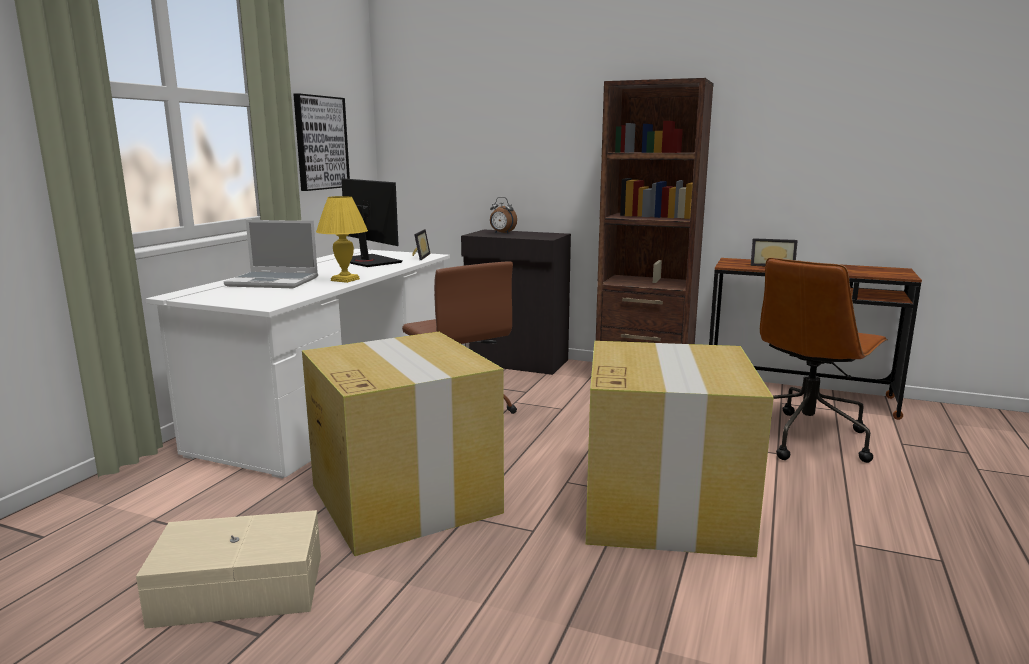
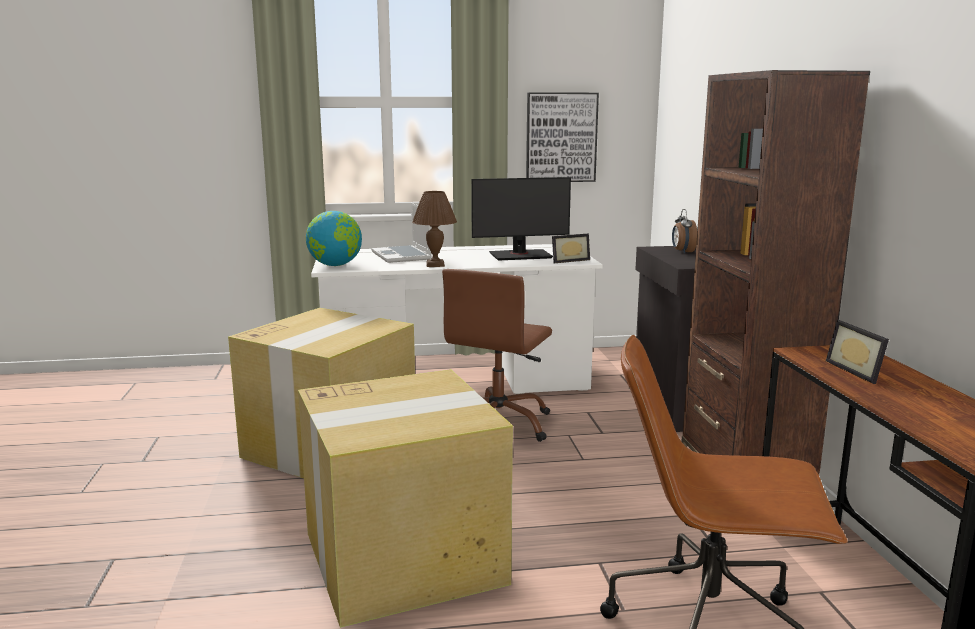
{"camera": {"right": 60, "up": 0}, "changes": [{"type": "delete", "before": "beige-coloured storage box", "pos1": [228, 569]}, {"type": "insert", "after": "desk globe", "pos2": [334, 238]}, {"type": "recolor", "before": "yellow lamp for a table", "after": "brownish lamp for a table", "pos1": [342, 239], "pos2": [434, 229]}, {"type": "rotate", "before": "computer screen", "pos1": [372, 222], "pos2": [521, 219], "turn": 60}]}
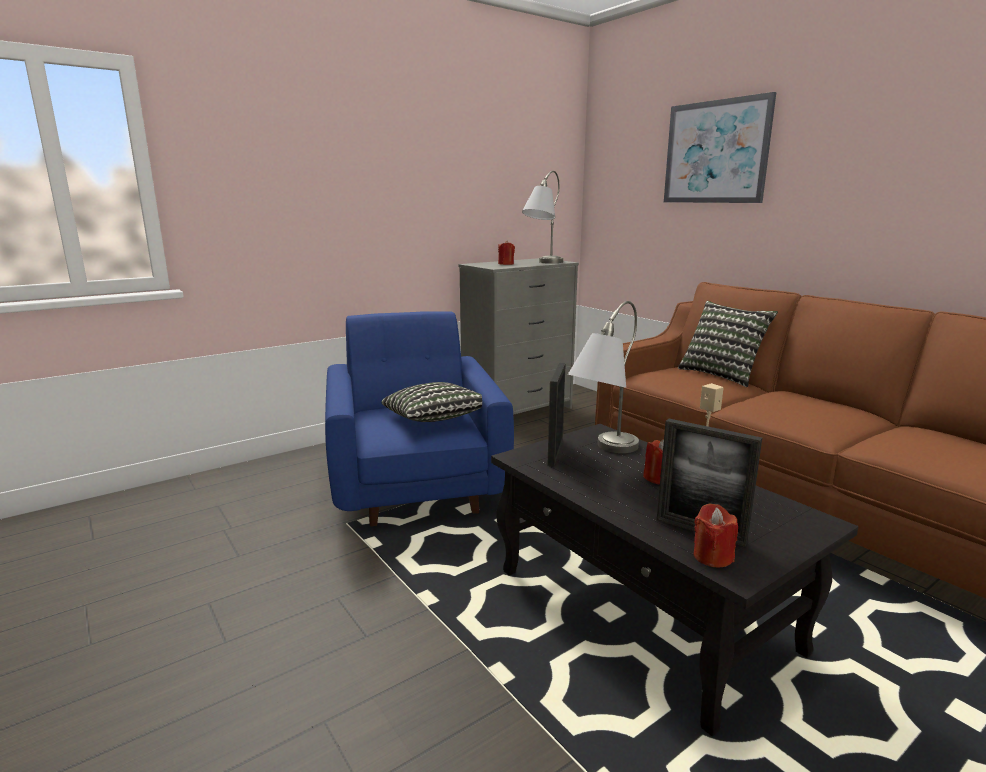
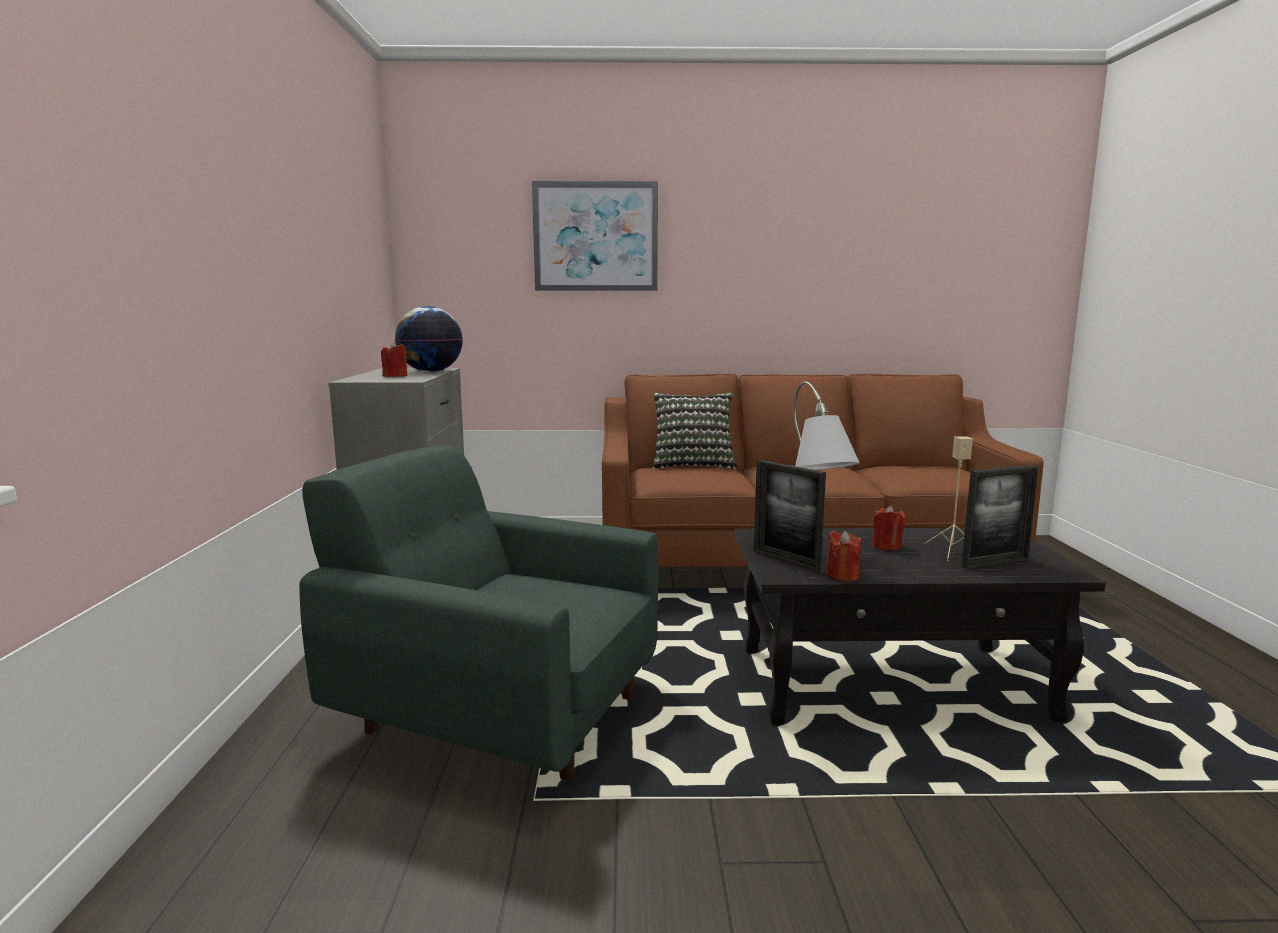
{"camera": {"right": -55, "up": -5}, "changes": [{"type": "delete", "before": "cushion", "pos1": [431, 402]}, {"type": "move", "before": "red wax light", "pos1": [716, 535], "pos2": [843, 556]}, {"type": "replace", "before": "grey lamp for a table", "after": "desk globe", "pos1": [542, 217], "pos2": [429, 339]}, {"type": "recolor", "before": "blue-coloured armchair", "after": "green-coloured armchair", "pos1": [419, 419], "pos2": [478, 613]}]}
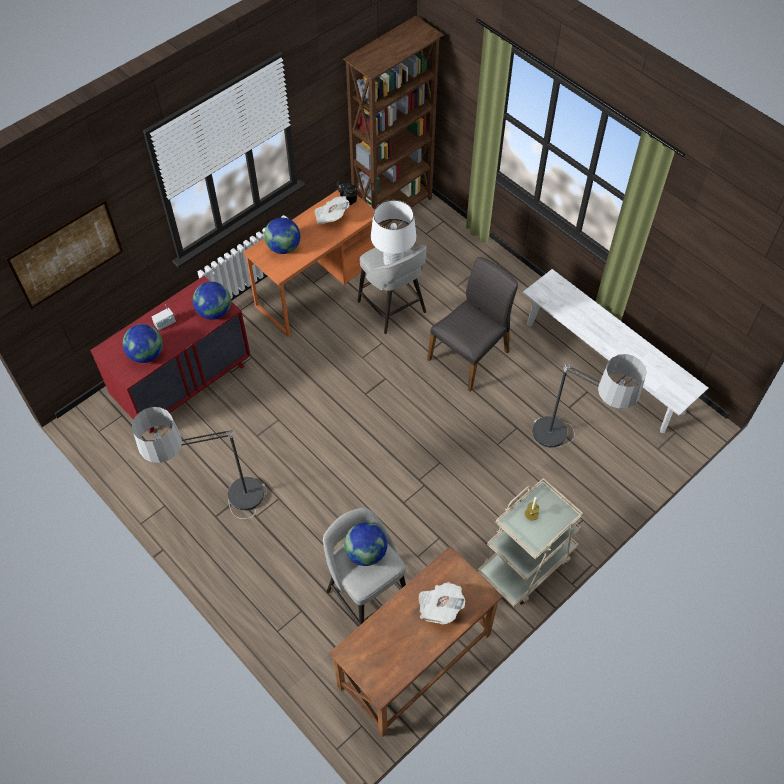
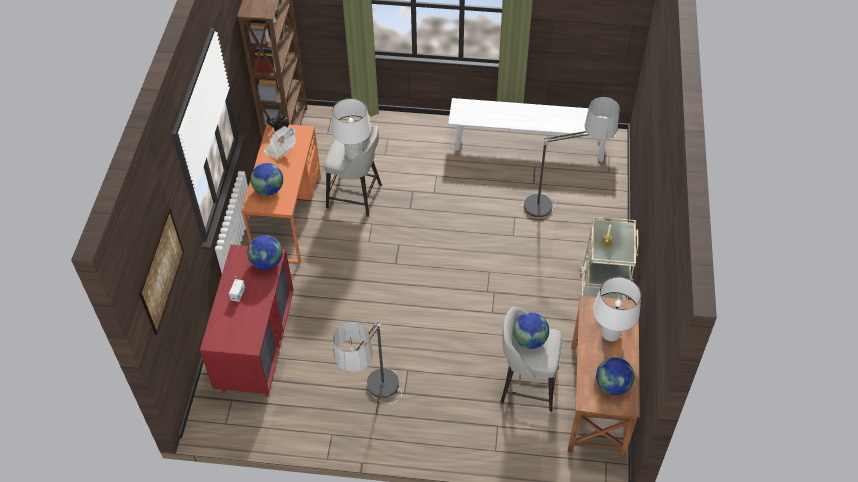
{"camera": {"right": -40, "up": -5}, "changes": [{"type": "delete", "before": "grey chair", "pos1": [472, 324]}, {"type": "move", "before": "desk globe", "pos1": [143, 343], "pos2": [615, 376]}, {"type": "replace", "before": "daily paper", "after": "whitish lamp for a table", "pos1": [442, 603], "pos2": [617, 309]}]}
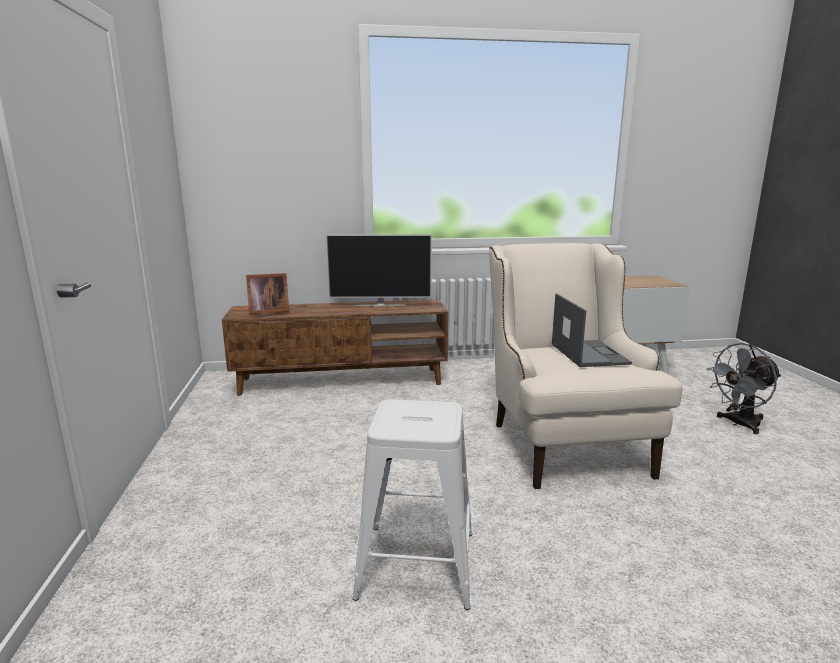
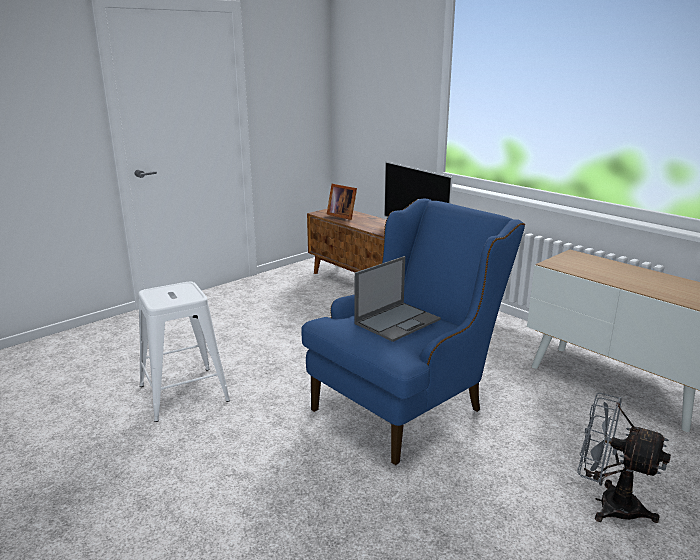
{"camera": {"right": 55, "up": 5}, "changes": [{"type": "recolor", "before": "beige-coloured armchair", "after": "blue-coloured armchair", "pos1": [586, 366], "pos2": [413, 332]}]}
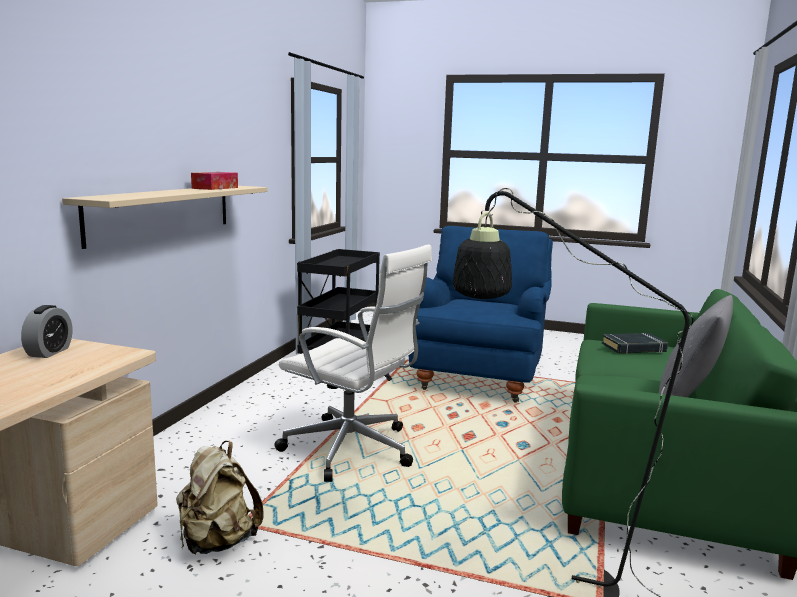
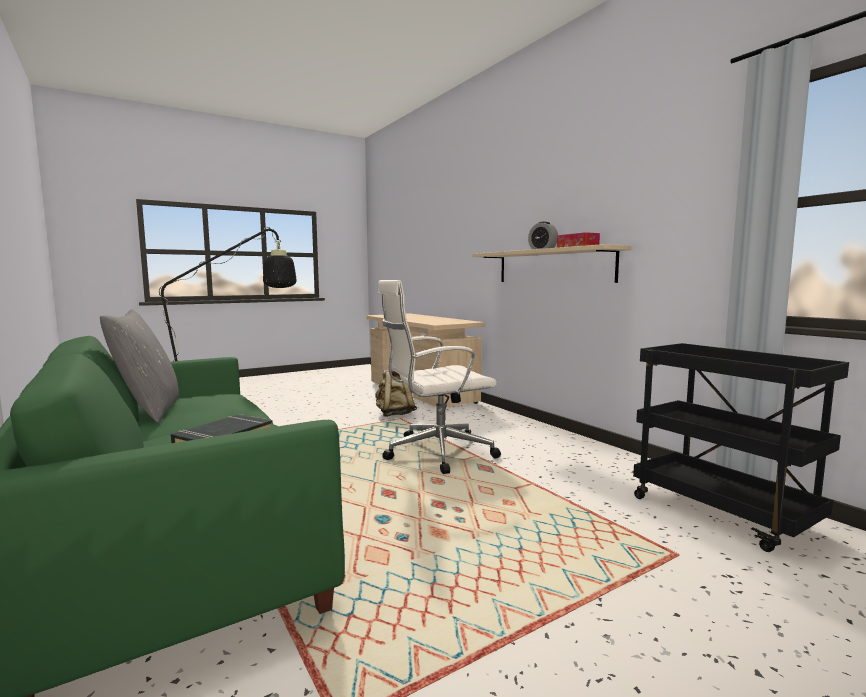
{"camera": {"right": 130, "up": -5}, "changes": [{"type": "delete", "before": "blue-coloured armchair", "pos1": [480, 314]}, {"type": "move", "before": "bedside clock", "pos1": [46, 331], "pos2": [543, 235]}]}
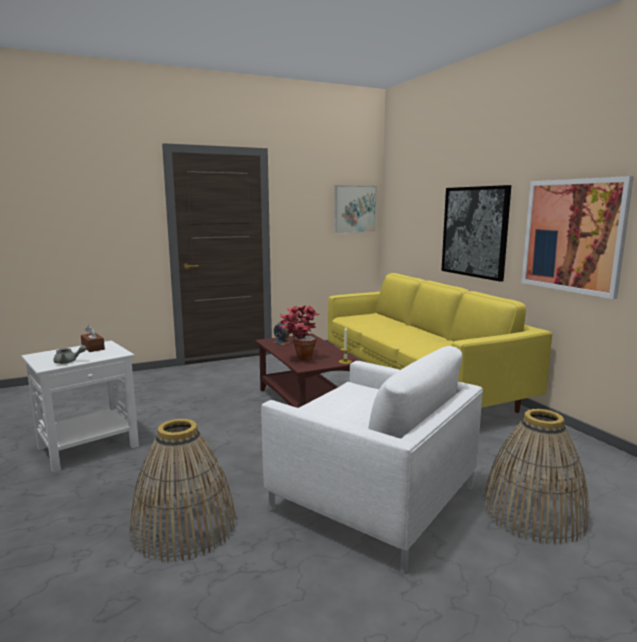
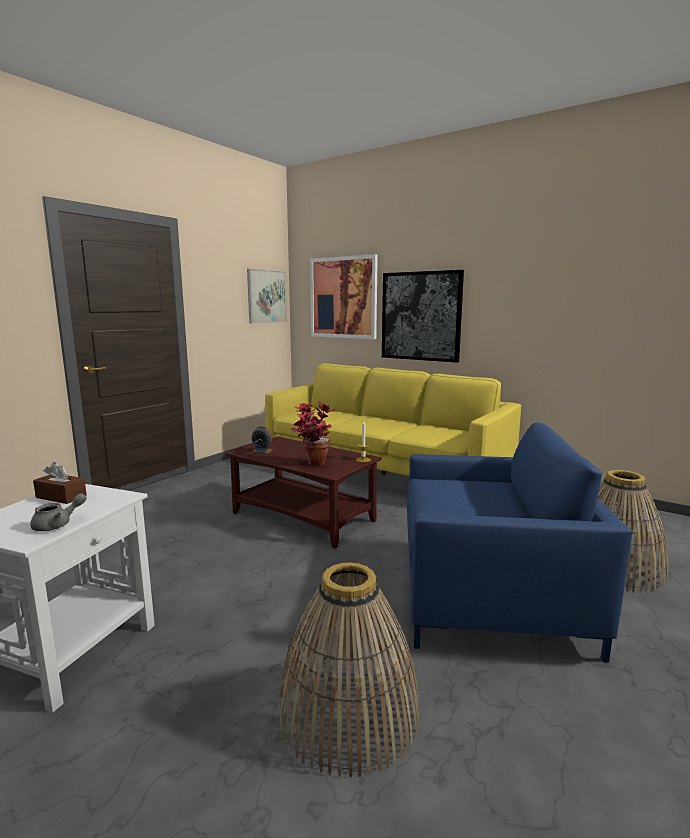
{"camera": {"right": -30, "up": 0}, "changes": [{"type": "move", "before": "picture", "pos1": [577, 237], "pos2": [344, 296]}, {"type": "recolor", "before": "whitish armchair", "after": "blue-coloured armchair", "pos1": [372, 459], "pos2": [520, 542]}]}
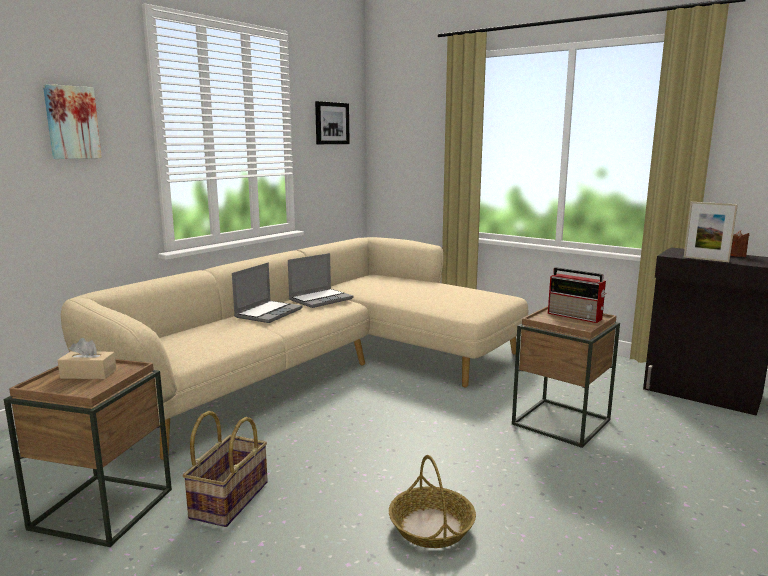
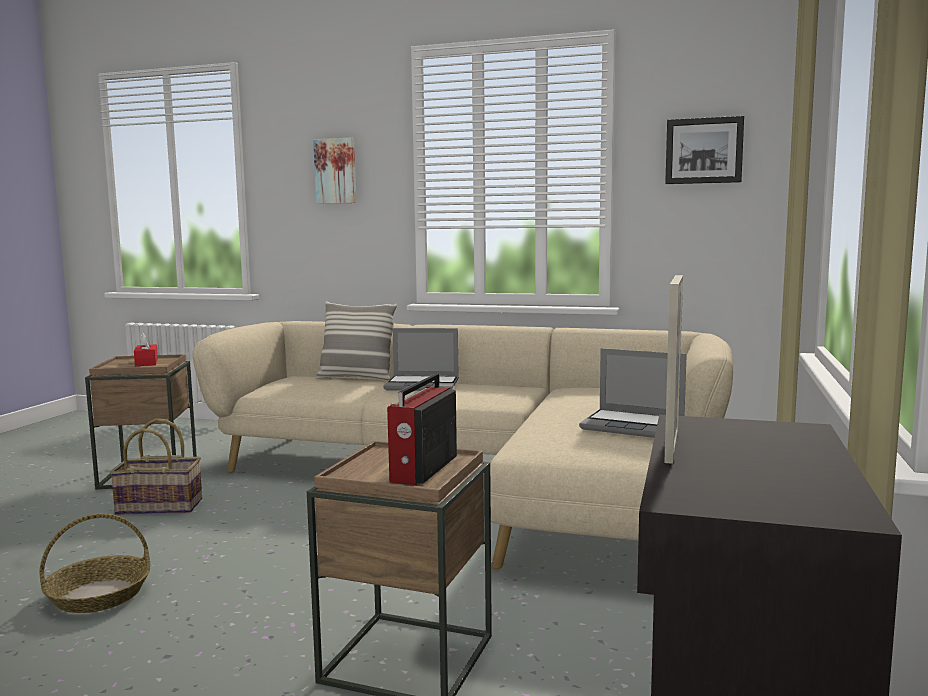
{"camera": {"right": 70, "up": -5}, "changes": [{"type": "delete", "before": "brownish wax light", "pos1": [739, 243]}, {"type": "insert", "after": "cushion", "pos2": [356, 340]}, {"type": "move", "before": "notebook computer", "pos1": [320, 280], "pos2": [633, 393]}, {"type": "recolor", "before": "beige-coloured box of tissues", "after": "red box of tissues", "pos1": [87, 358], "pos2": [146, 349]}]}
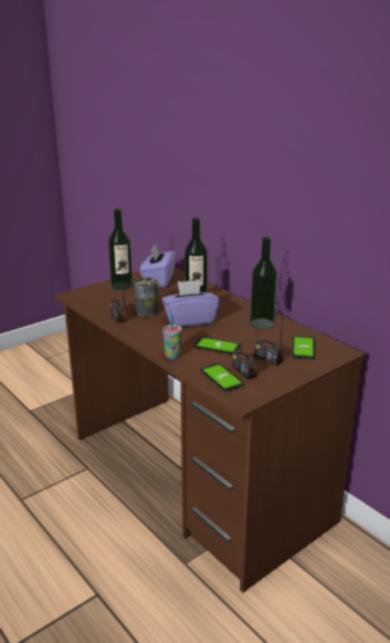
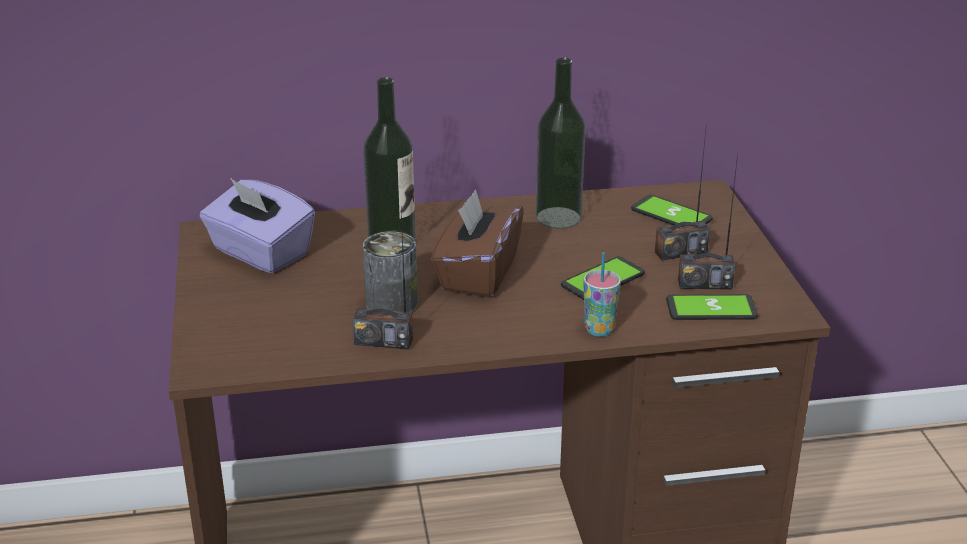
{"camera": {"right": -60, "up": 5}, "changes": [{"type": "delete", "before": "bottle", "pos1": [120, 249]}, {"type": "recolor", "before": "purplish box of tissues", "after": "brownish box of tissues", "pos1": [191, 303], "pos2": [477, 243]}]}
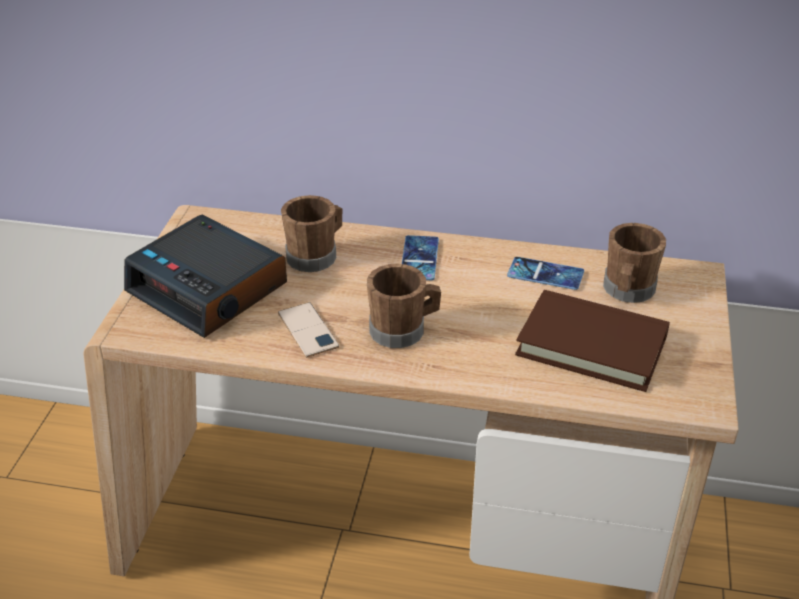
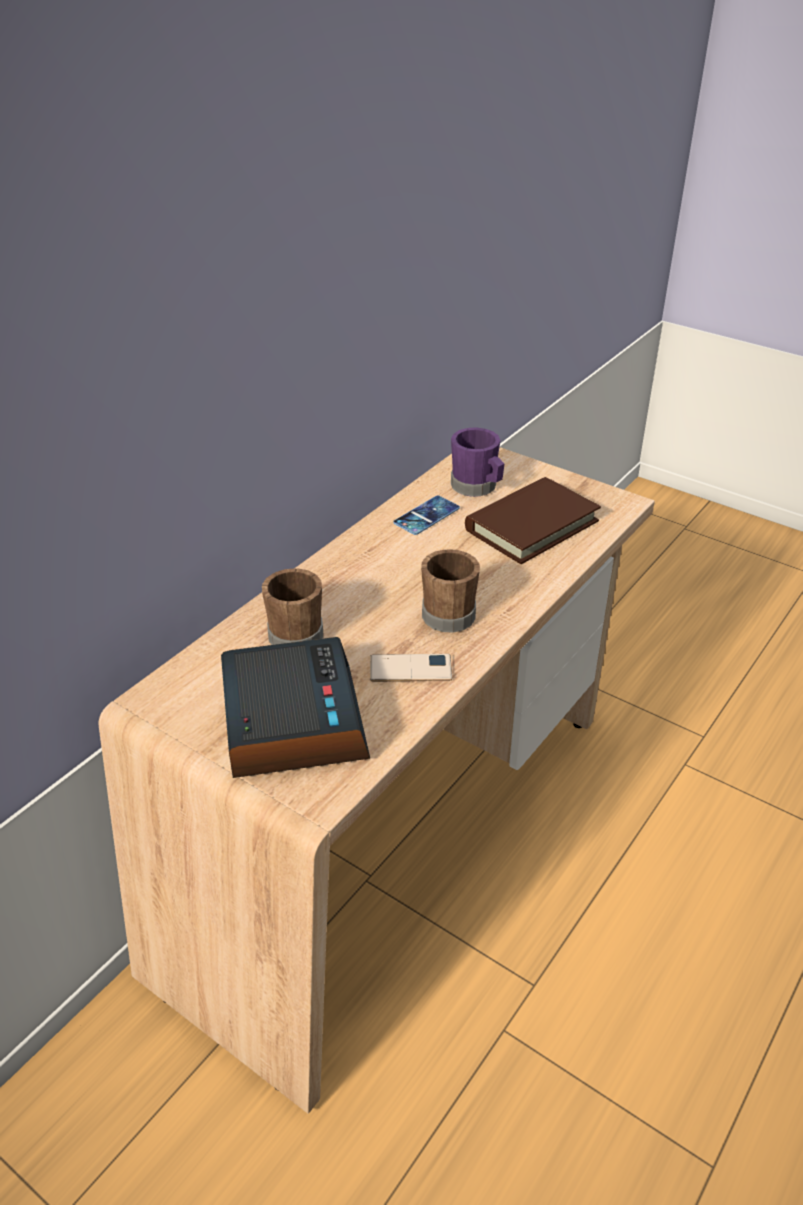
{"camera": {"right": -65, "up": 0}, "changes": [{"type": "delete", "before": "handset", "pos1": [420, 257]}, {"type": "recolor", "before": "brownish mug", "after": "purplish mug", "pos1": [634, 263], "pos2": [477, 462]}, {"type": "rotate", "before": "bedside clock", "pos1": [205, 276], "pos2": [295, 707], "turn": -75}]}
